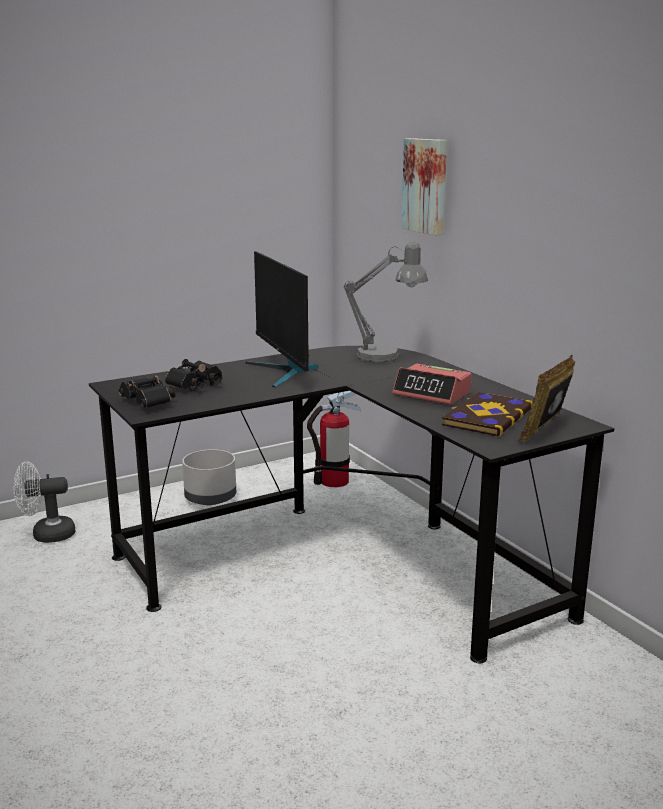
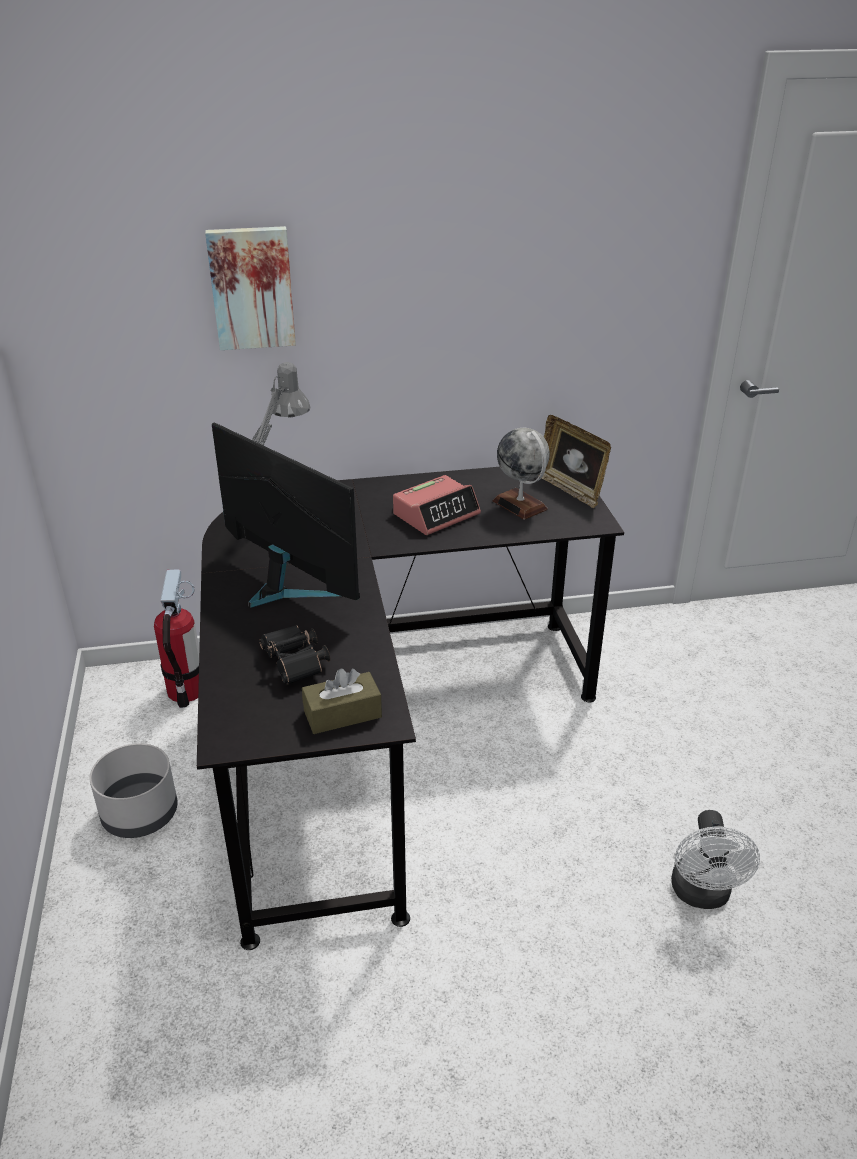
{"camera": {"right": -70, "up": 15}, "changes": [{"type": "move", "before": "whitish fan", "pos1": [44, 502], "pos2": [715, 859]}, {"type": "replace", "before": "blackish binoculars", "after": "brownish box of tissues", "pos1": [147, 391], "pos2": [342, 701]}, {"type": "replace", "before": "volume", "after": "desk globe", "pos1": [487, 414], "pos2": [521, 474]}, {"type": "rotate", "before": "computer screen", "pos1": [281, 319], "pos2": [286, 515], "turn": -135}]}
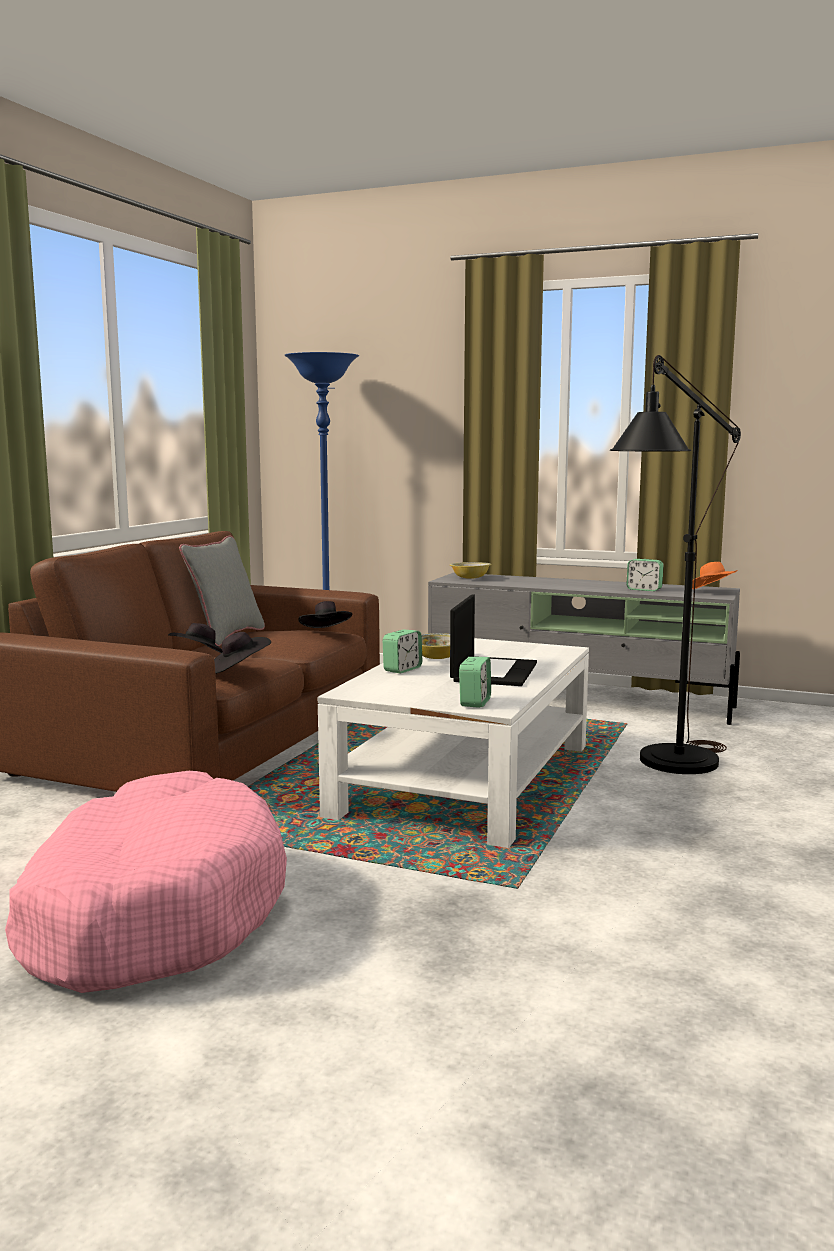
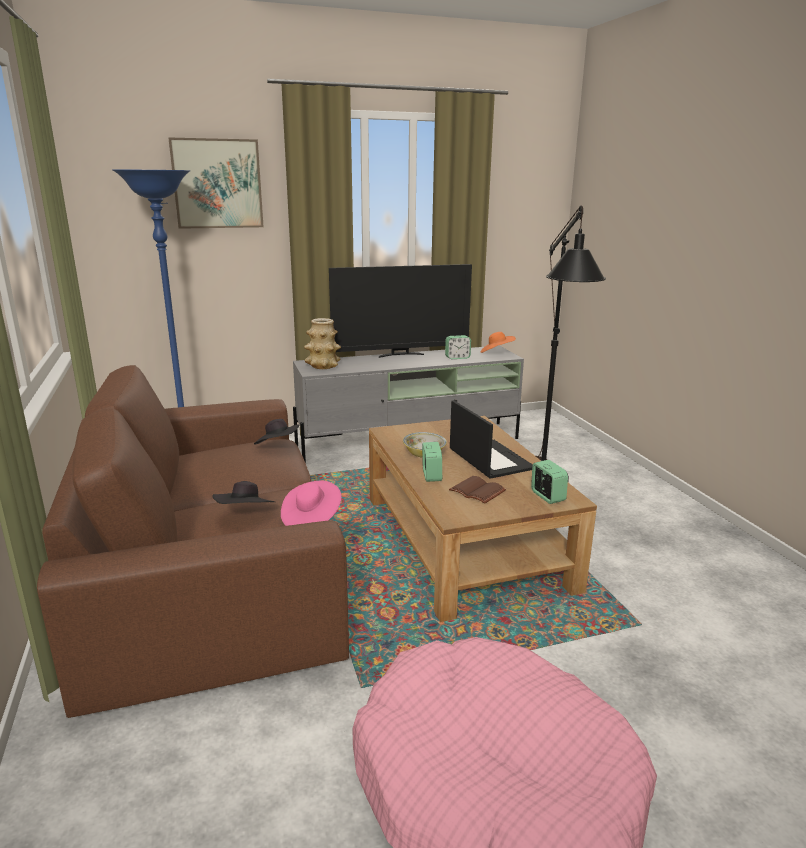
{"camera": {"right": -40, "up": 10}, "changes": [{"type": "delete", "before": "grey cushion", "pos1": [222, 590]}, {"type": "insert", "after": "picture", "pos2": [216, 183]}, {"type": "insert", "after": "television", "pos2": [400, 311]}, {"type": "insert", "after": "brownish volume", "pos2": [477, 489]}, {"type": "replace", "before": "bowl", "after": "decorative vase", "pos1": [471, 570], "pos2": [322, 343]}, {"type": "recolor", "before": "blackish wearable hat", "after": "pink-coloured wearable hat", "pos1": [242, 653], "pos2": [311, 503]}, {"type": "recolor", "before": "whitish coffee table", "after": "brownish coffee table", "pos1": [453, 743], "pos2": [483, 519]}]}
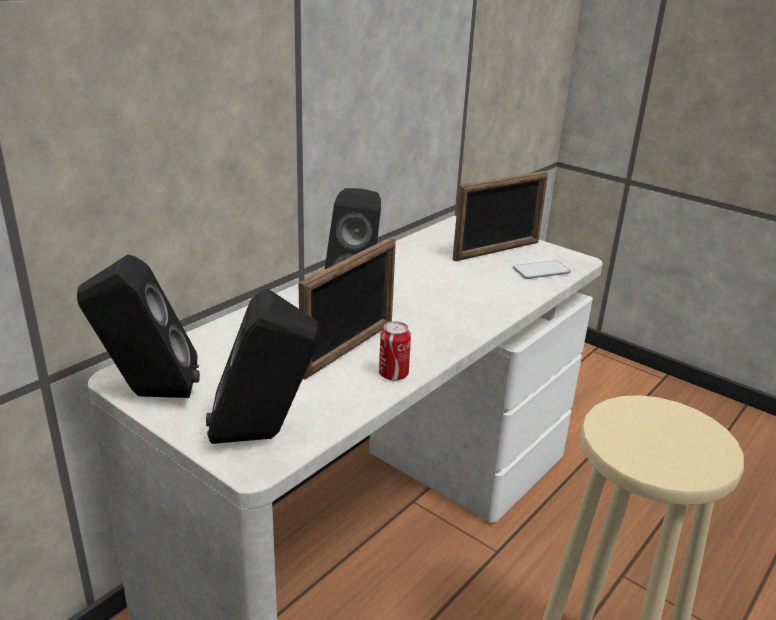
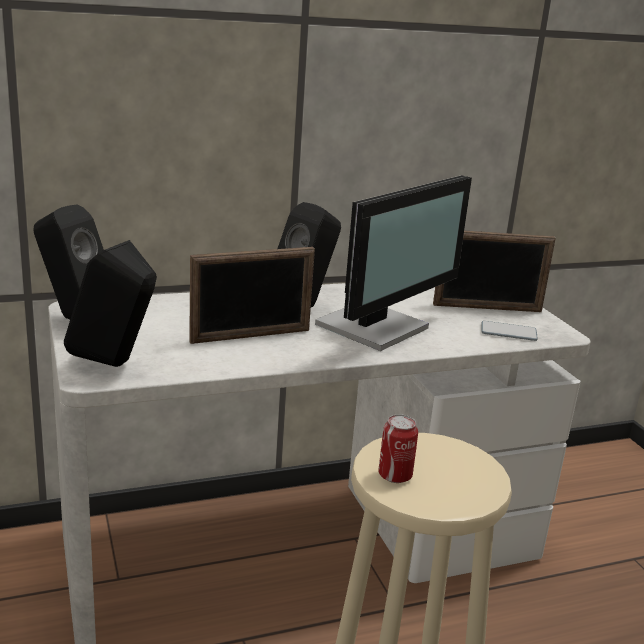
{"camera": {"right": 30, "up": -5}, "changes": [{"type": "insert", "after": "computer screen", "pos2": [393, 263]}, {"type": "move", "before": "can", "pos1": [395, 351], "pos2": [398, 448]}]}
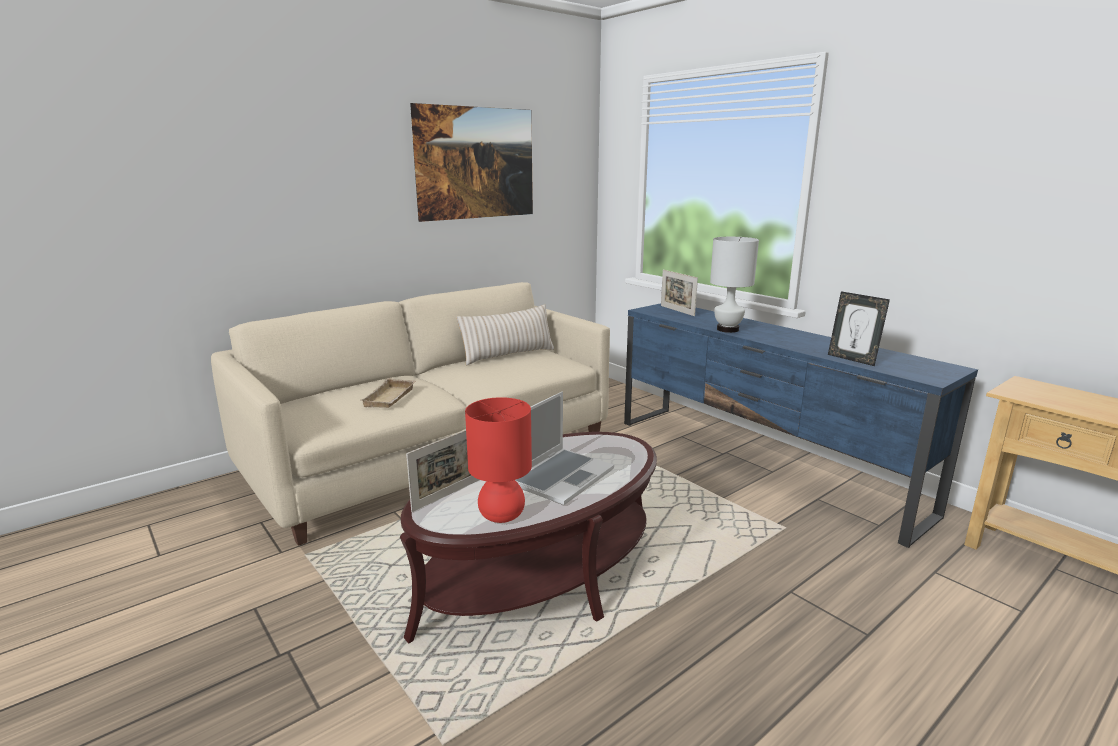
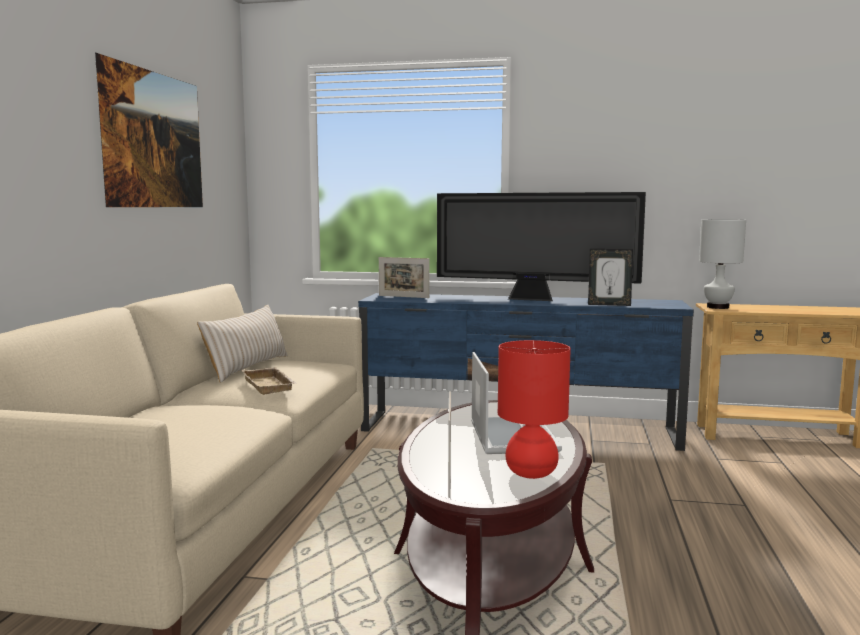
{"camera": {"right": -40, "up": -10}, "changes": [{"type": "insert", "after": "television", "pos2": [541, 246]}, {"type": "move", "before": "beige-coloured tray", "pos1": [389, 393], "pos2": [269, 381]}, {"type": "move", "before": "whitish lamp for a table", "pos1": [734, 285], "pos2": [722, 264]}]}
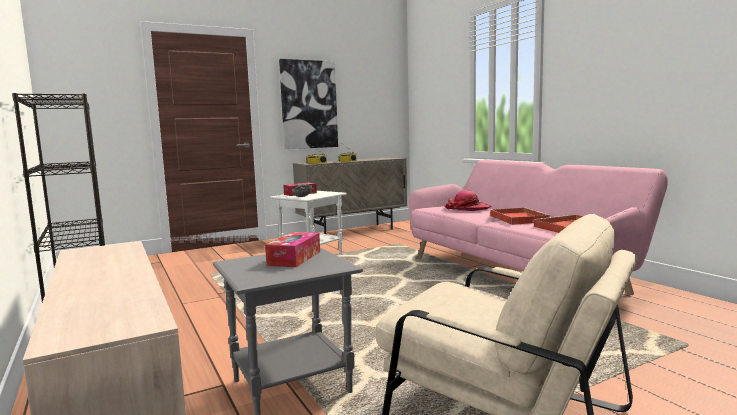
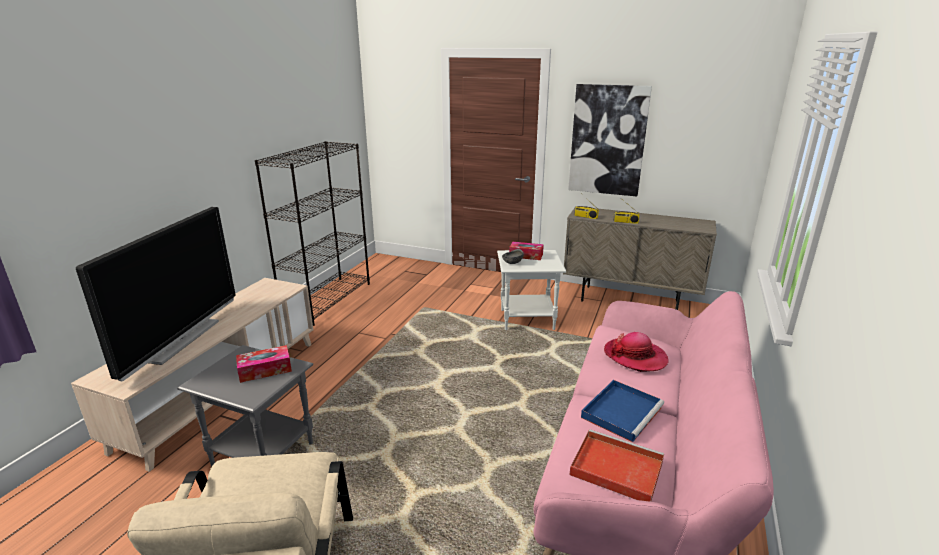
{"camera": {"right": 50, "up": 15}, "changes": [{"type": "insert", "after": "television", "pos2": [156, 294]}, {"type": "recolor", "before": "red tray", "after": "blue-coloured tray", "pos1": [520, 216], "pos2": [622, 411]}]}
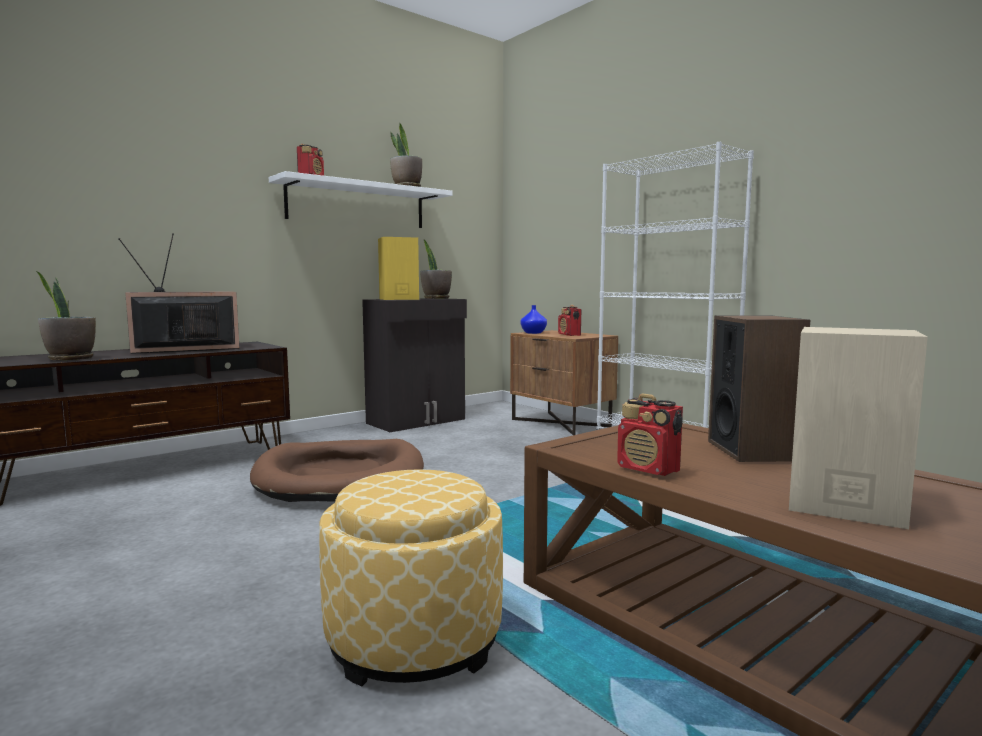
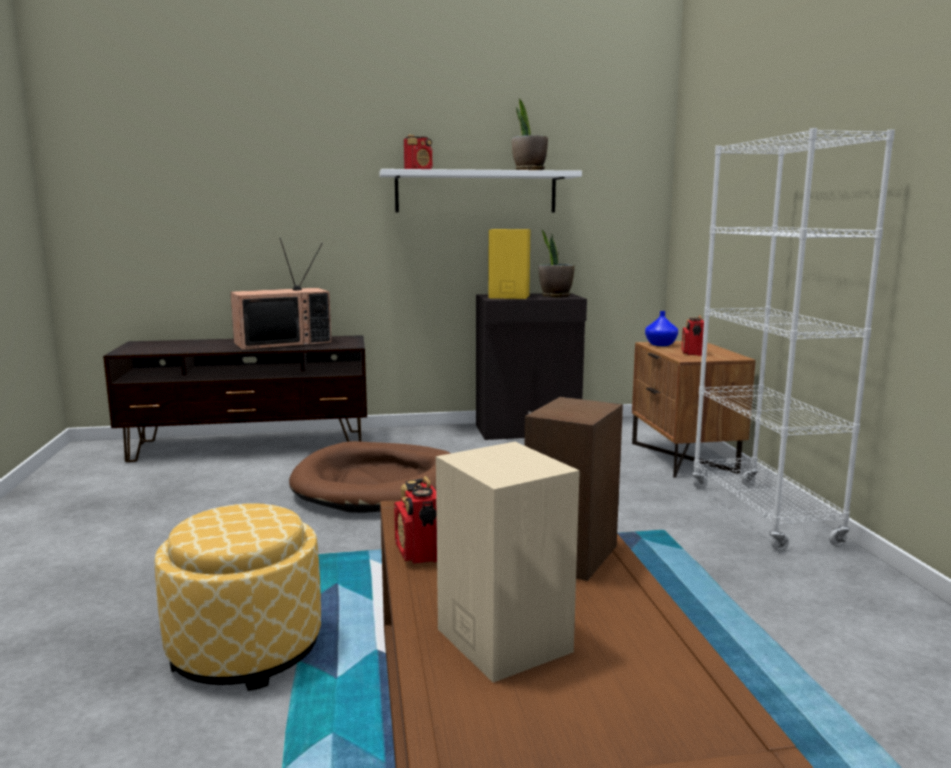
{"camera": {"right": 30, "up": 5}, "changes": [{"type": "delete", "before": "potted plant", "pos1": [66, 315]}, {"type": "rotate", "before": "television", "pos1": [179, 293], "pos2": [281, 294], "turn": 150}]}
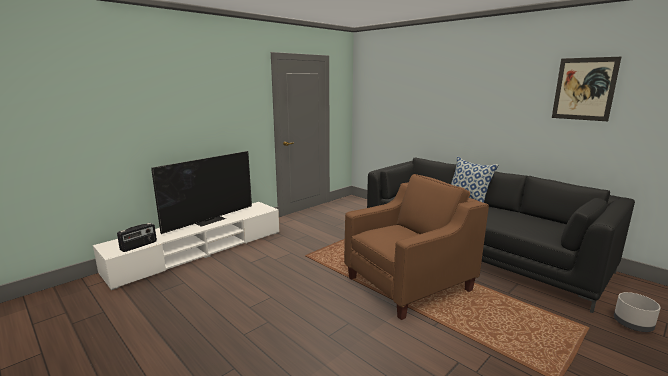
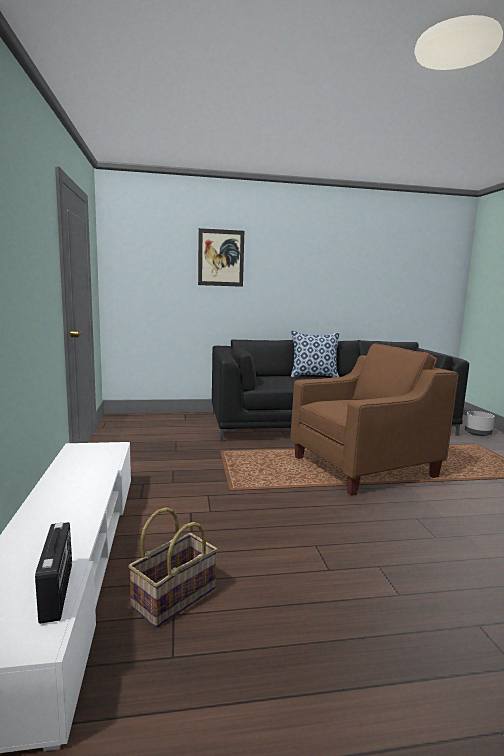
{"camera": {"right": -55, "up": -5}, "changes": [{"type": "delete", "before": "television", "pos1": [201, 192]}, {"type": "insert", "after": "storage basket", "pos2": [173, 568]}, {"type": "move", "before": "picture", "pos1": [586, 89], "pos2": [221, 257]}, {"type": "rotate", "before": "brownish armchair", "pos1": [416, 247], "pos2": [374, 419], "turn": 60}]}
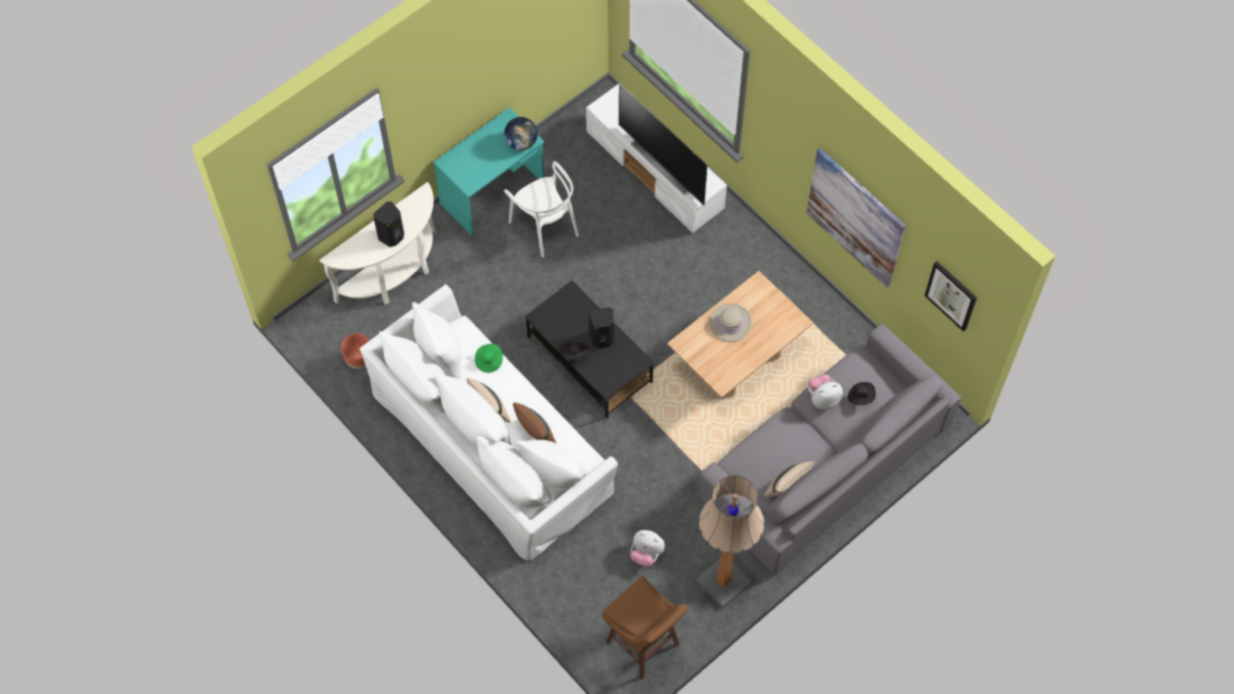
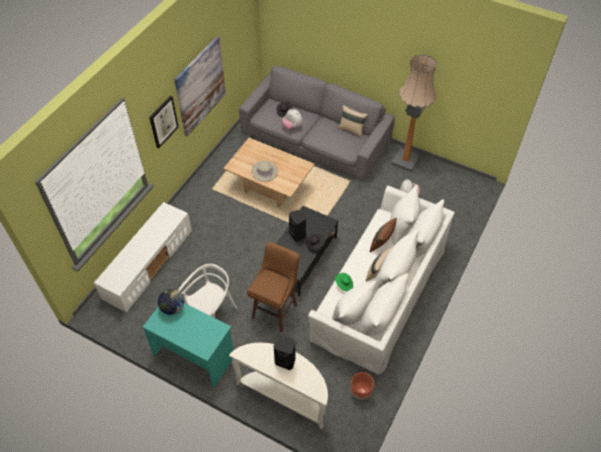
{"camera": {"right": -110, "up": -10}, "changes": [{"type": "delete", "before": "television", "pos1": [663, 144]}, {"type": "move", "before": "brownish stool seat", "pos1": [645, 627], "pos2": [273, 287]}, {"type": "move", "before": "picture", "pos1": [951, 296], "pos2": [164, 122]}]}
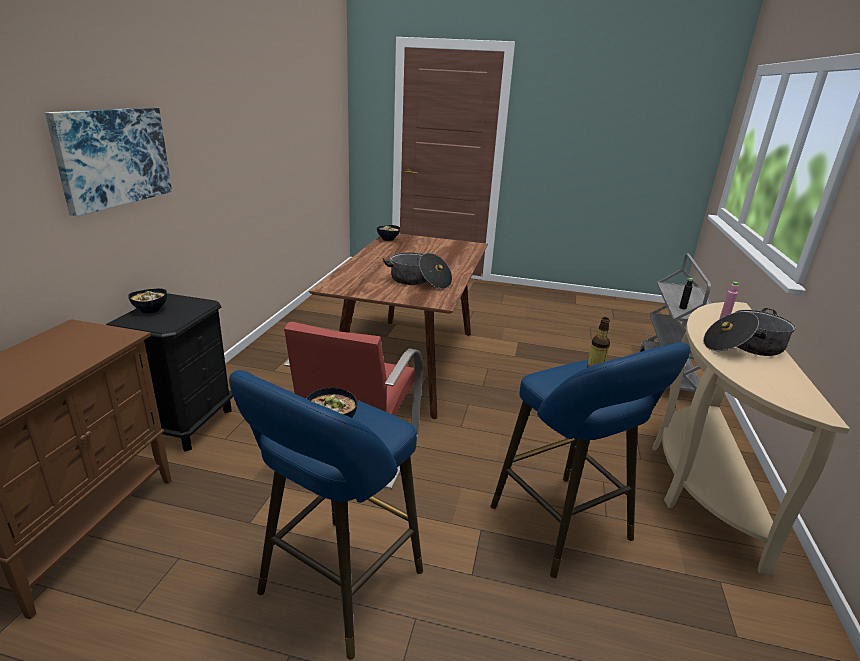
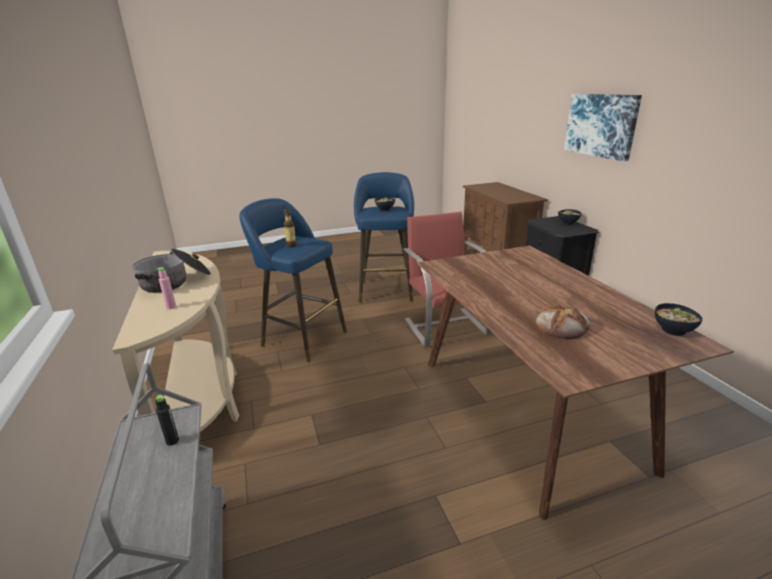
{"camera": {"right": 150, "up": 0}, "changes": [{"type": "delete", "before": "saucepot", "pos1": [417, 271]}, {"type": "insert", "after": "bread", "pos2": [563, 322]}]}
